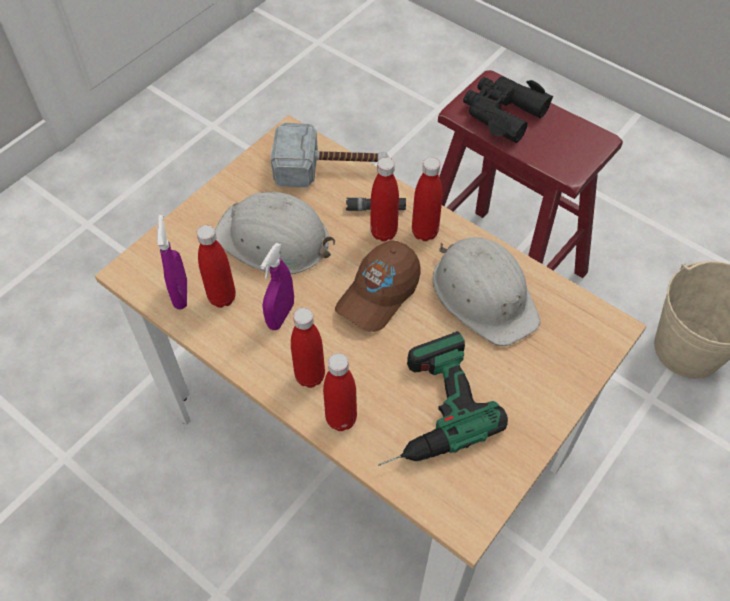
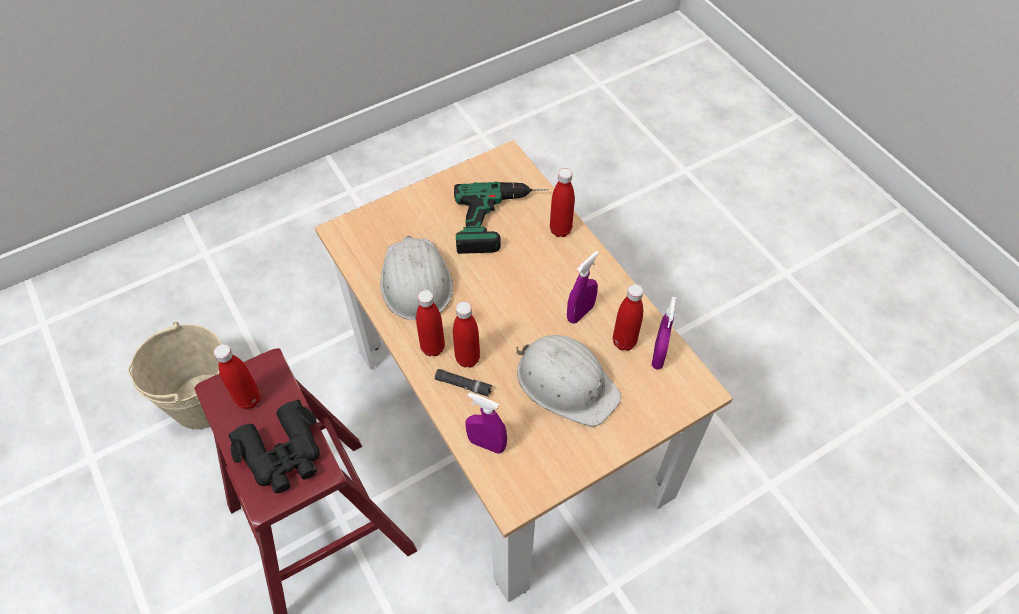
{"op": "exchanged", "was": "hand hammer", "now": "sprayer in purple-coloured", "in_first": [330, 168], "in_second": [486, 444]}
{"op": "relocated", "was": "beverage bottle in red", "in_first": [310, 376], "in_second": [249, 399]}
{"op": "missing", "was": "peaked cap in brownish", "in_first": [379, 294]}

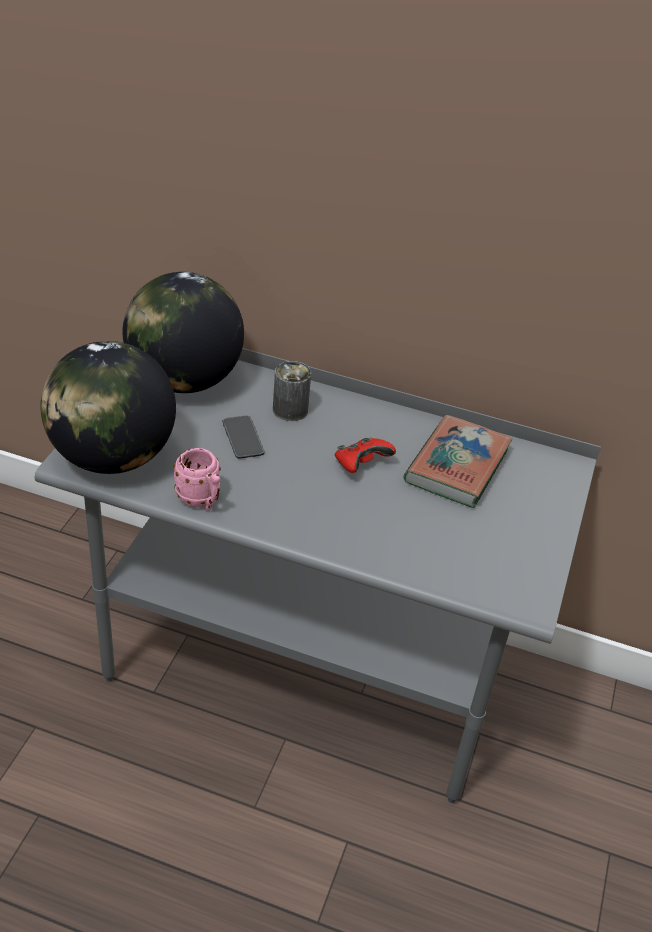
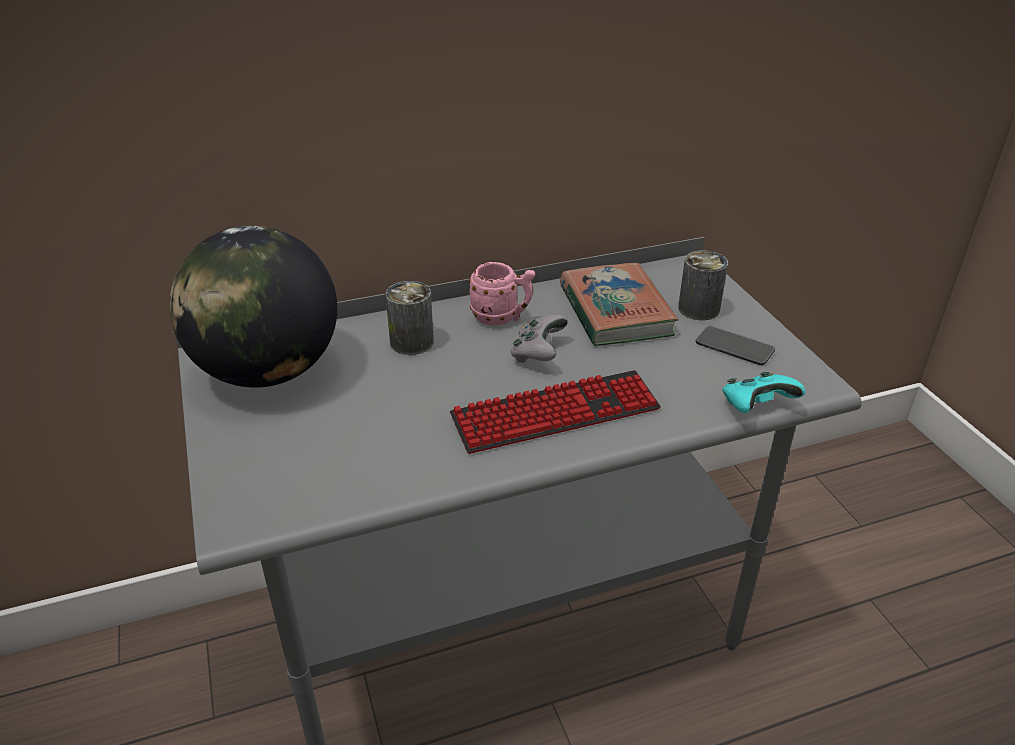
{"op": "missing", "was": "globe", "in_first": [112, 457]}
{"op": "relocated", "was": "tea mug in pinkish", "in_first": [201, 501], "in_second": [502, 318]}
{"op": "relocated", "was": "telephone", "in_first": [243, 438], "in_second": [734, 347]}
{"op": "colour", "was": "gamepad in red", "now": "gamepad in gray", "in_first": [361, 465], "in_second": [538, 354]}
{"op": "appeared", "now": "keyboard", "in_second": [555, 414]}
{"op": "appeared", "now": "sealed can", "in_second": [698, 309]}
{"op": "appeared", "now": "gamepad in turquoise", "in_second": [756, 407]}

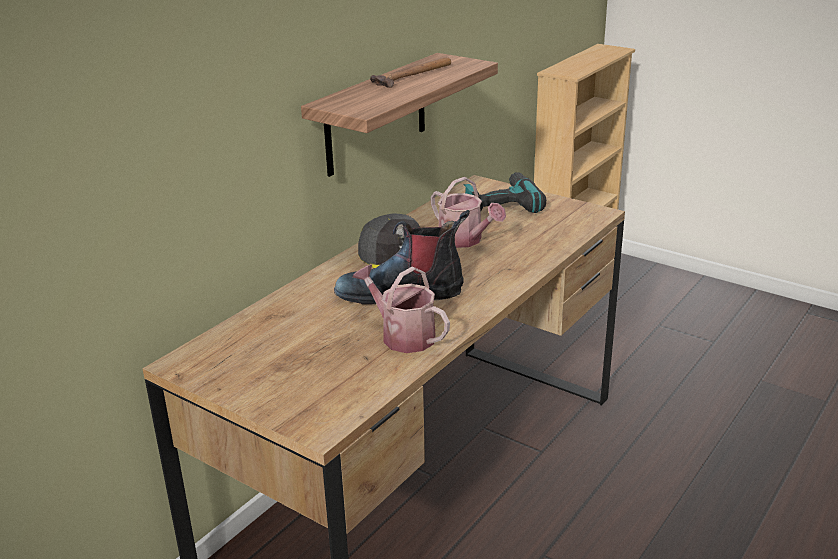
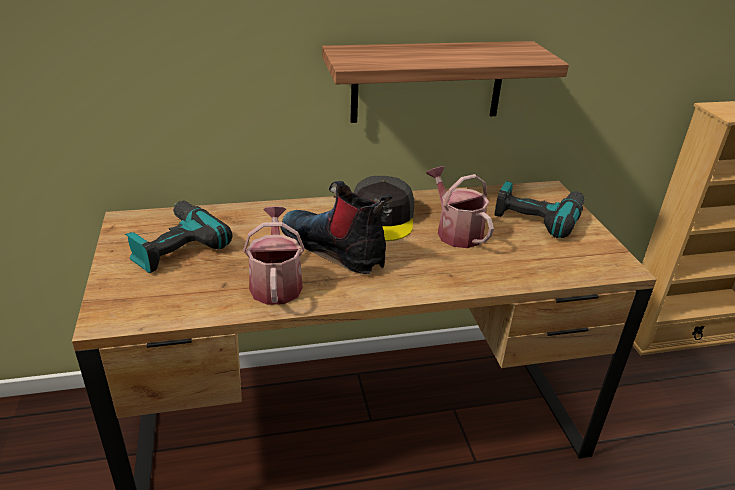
{"op": "missing", "was": "hand hammer", "in_first": [414, 75]}
{"op": "spun", "was": "watering pot", "in_first": [465, 240], "in_second": [455, 231], "clockwise": 150}
{"op": "appeared", "now": "electric drill", "in_second": [175, 246]}

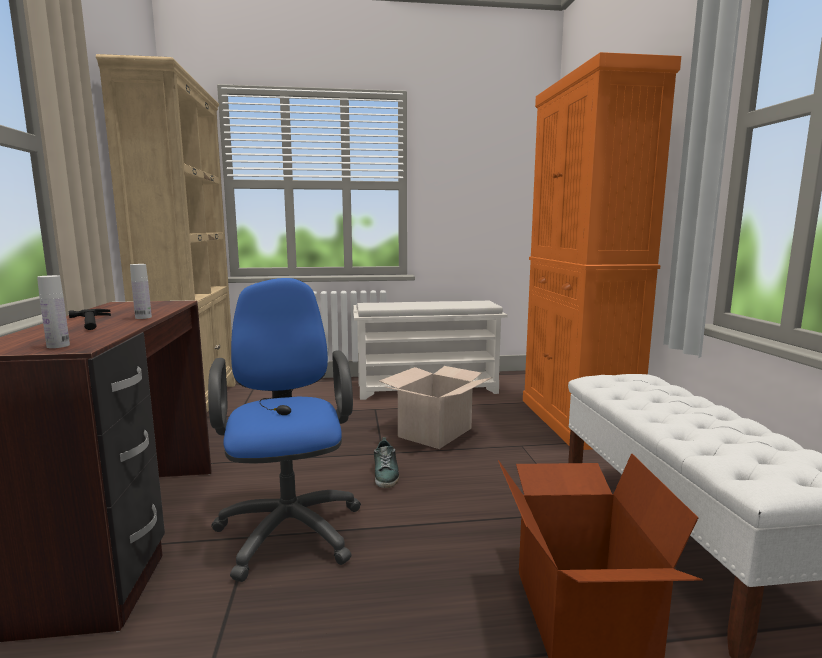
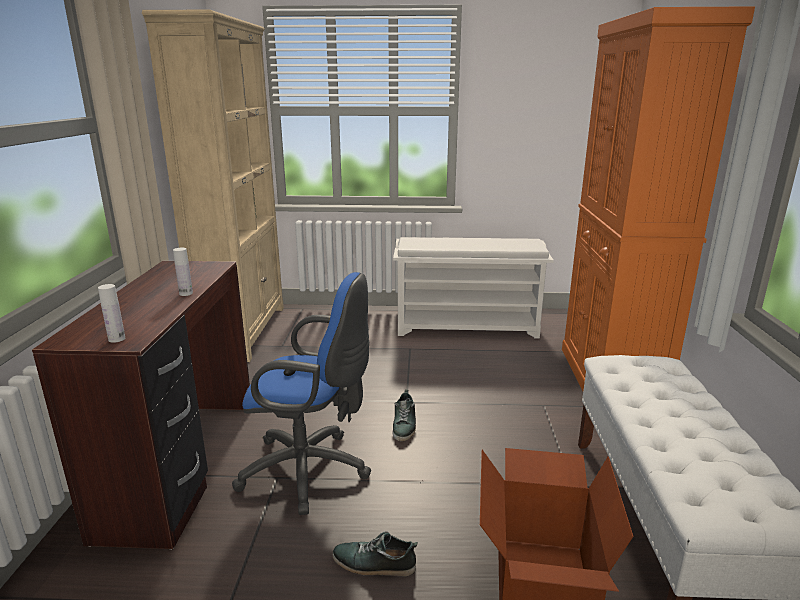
{"op": "missing", "was": "hand hammer", "in_first": [91, 322]}
{"op": "spun", "was": "computer chair in blue", "in_first": [290, 526], "in_second": [311, 471], "clockwise": 105}
{"op": "missing", "was": "carton", "in_first": [435, 433]}
{"op": "appeared", "now": "shoe", "in_second": [374, 564]}

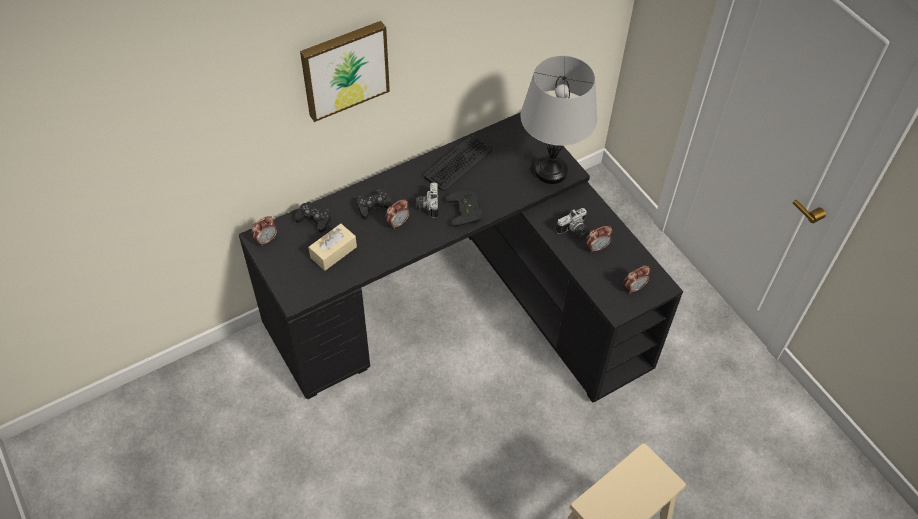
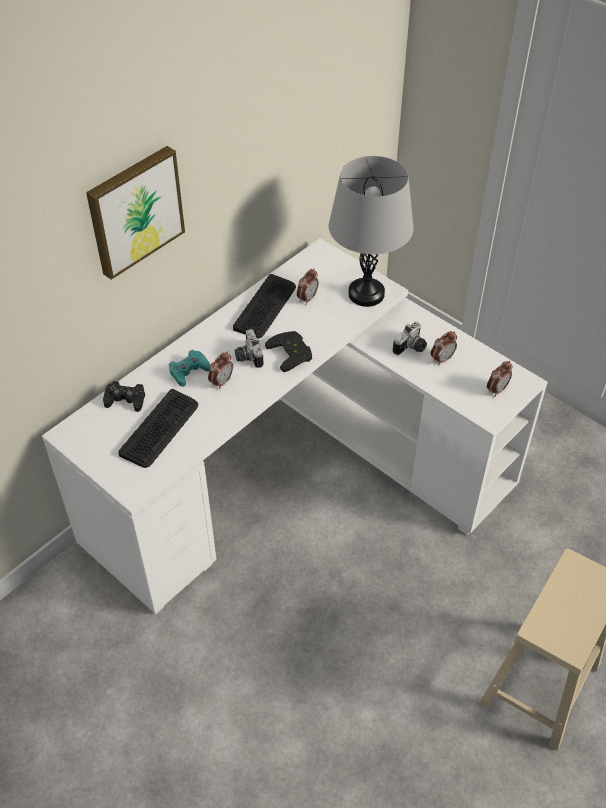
{"op": "colour", "was": "desk in black", "now": "desk in white-coloured", "in_first": [463, 307], "in_second": [295, 472]}
{"op": "relocated", "was": "table clock", "in_first": [266, 240], "in_second": [307, 298]}
{"op": "exchanged", "was": "box of tissues in beige", "now": "keyboard", "in_first": [333, 252], "in_second": [160, 429]}
{"op": "colour", "was": "gamepad in black", "now": "gamepad in turquoise", "in_first": [374, 206], "in_second": [189, 371]}

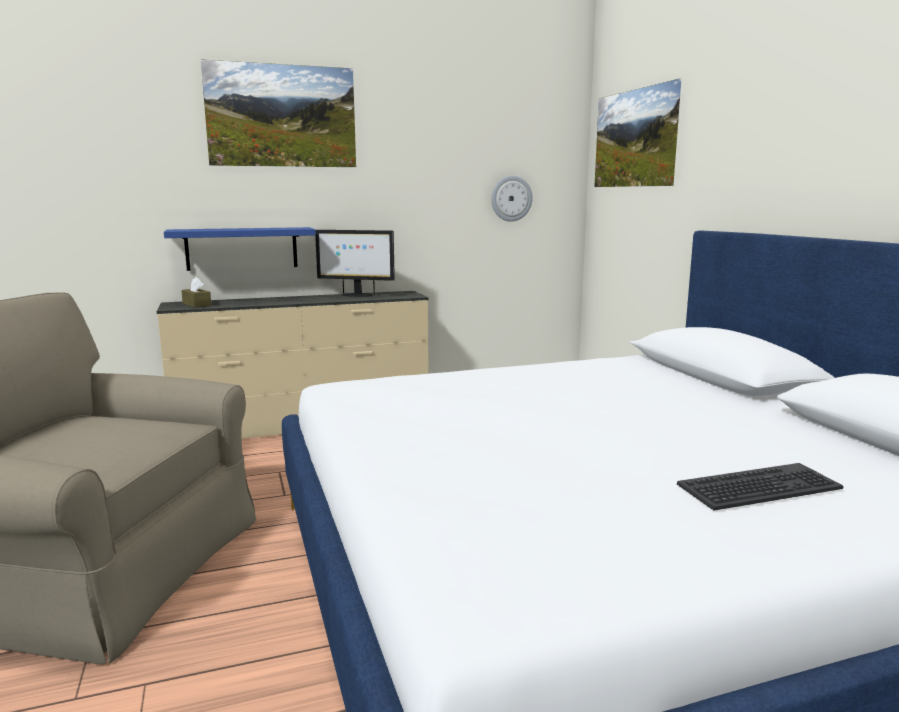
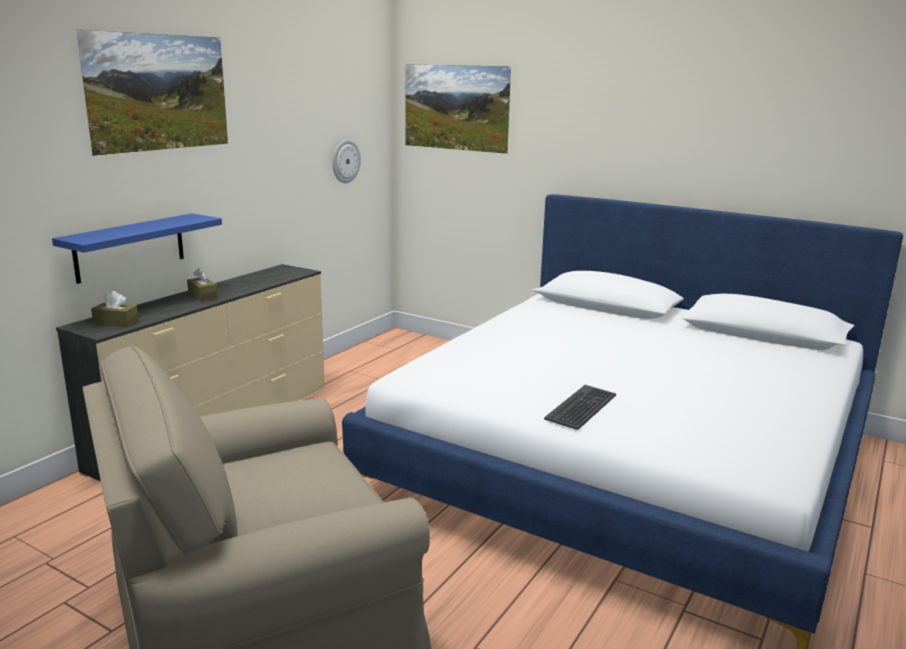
{"op": "missing", "was": "monitor", "in_first": [356, 295]}
{"op": "relocated", "was": "keyboard", "in_first": [760, 488], "in_second": [582, 407]}
{"op": "appeared", "now": "box of tissues in brownish", "in_second": [203, 295]}

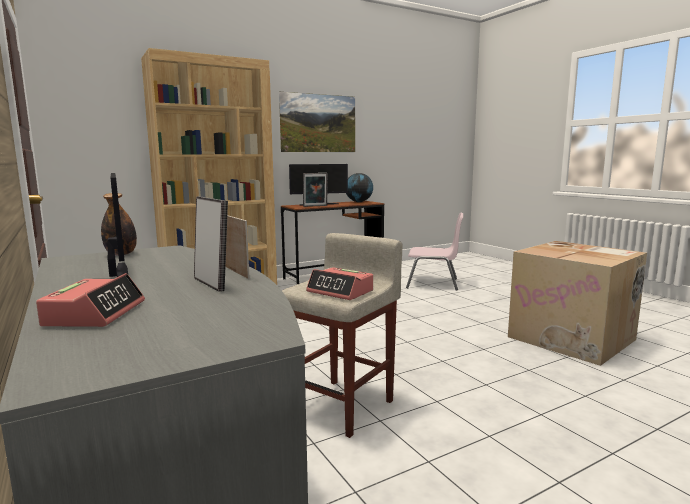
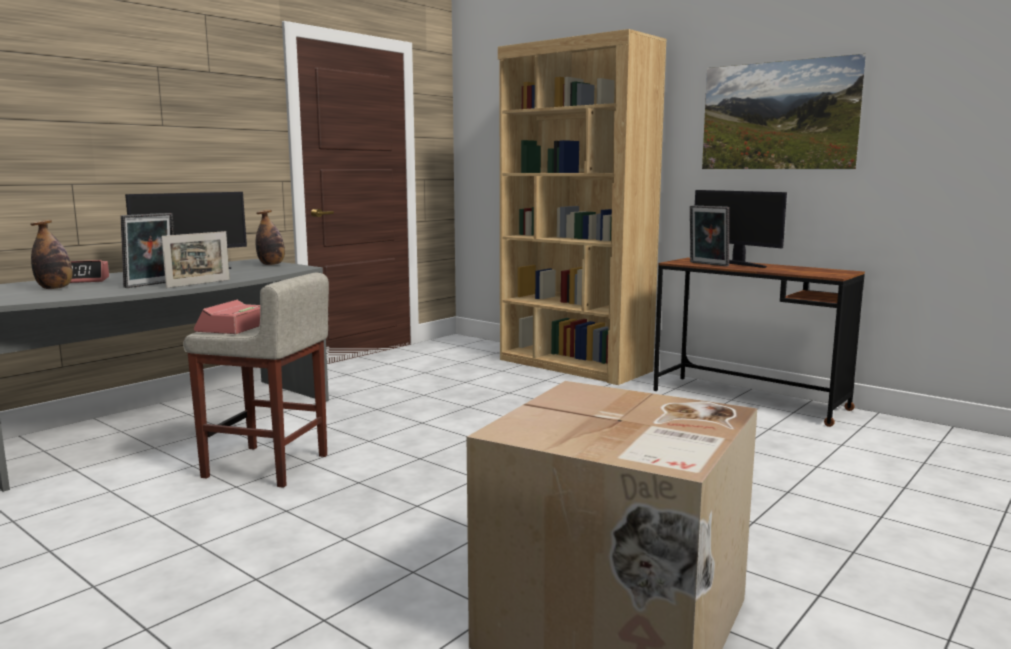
{"op": "missing", "was": "globe", "in_first": [359, 202]}
{"op": "missing", "was": "upright chair in pinkish", "in_first": [433, 283]}
{"op": "appeared", "now": "beverage bottle", "in_second": [55, 288]}

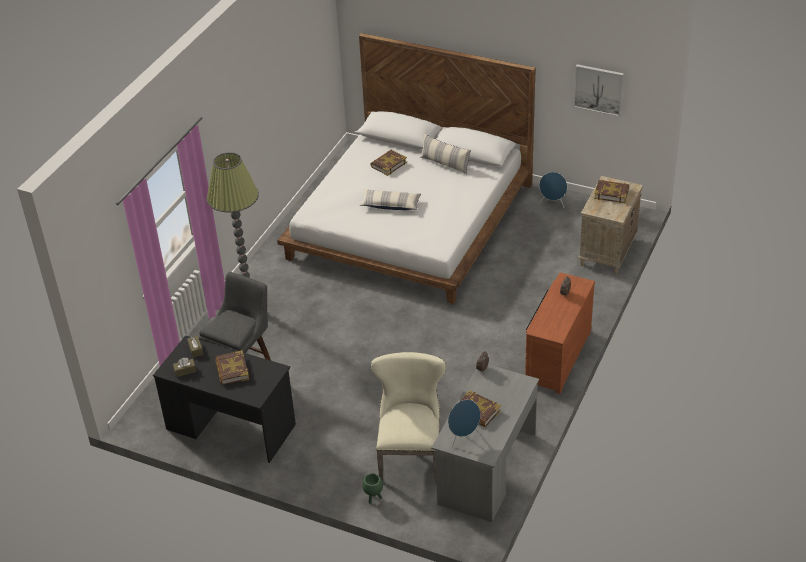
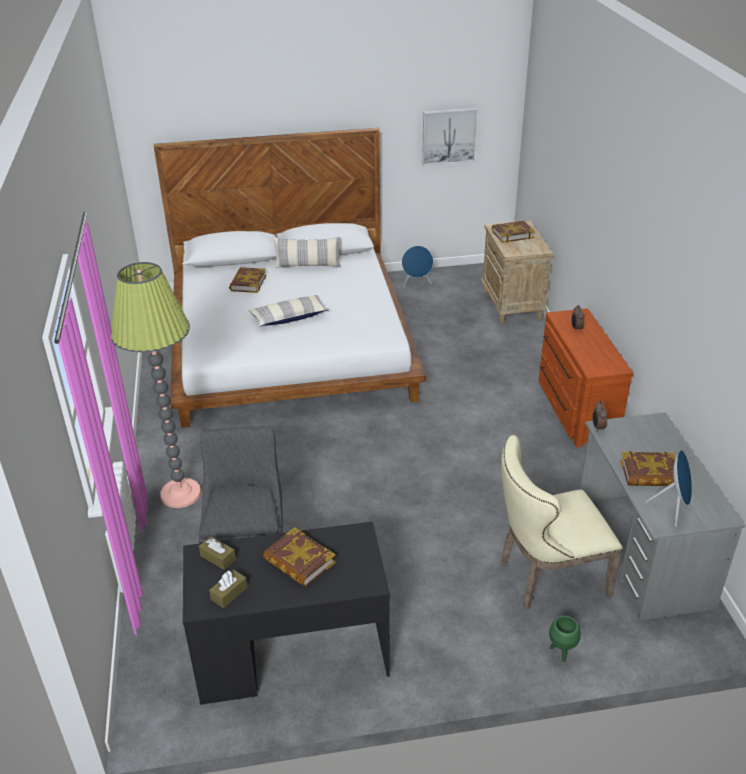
{"op": "spun", "was": "upright chair in beige", "in_first": [411, 455], "in_second": [546, 577], "clockwise": -75}

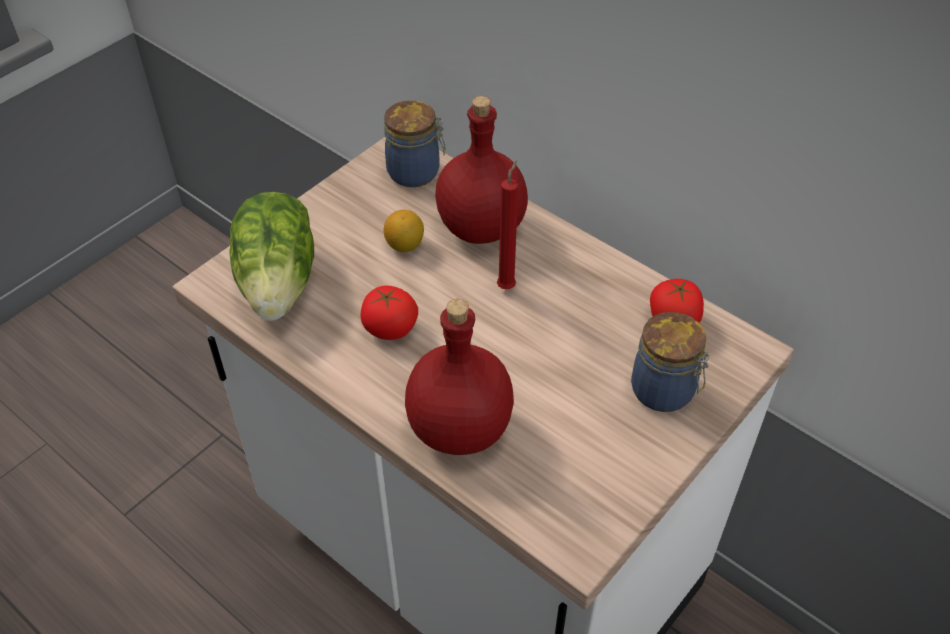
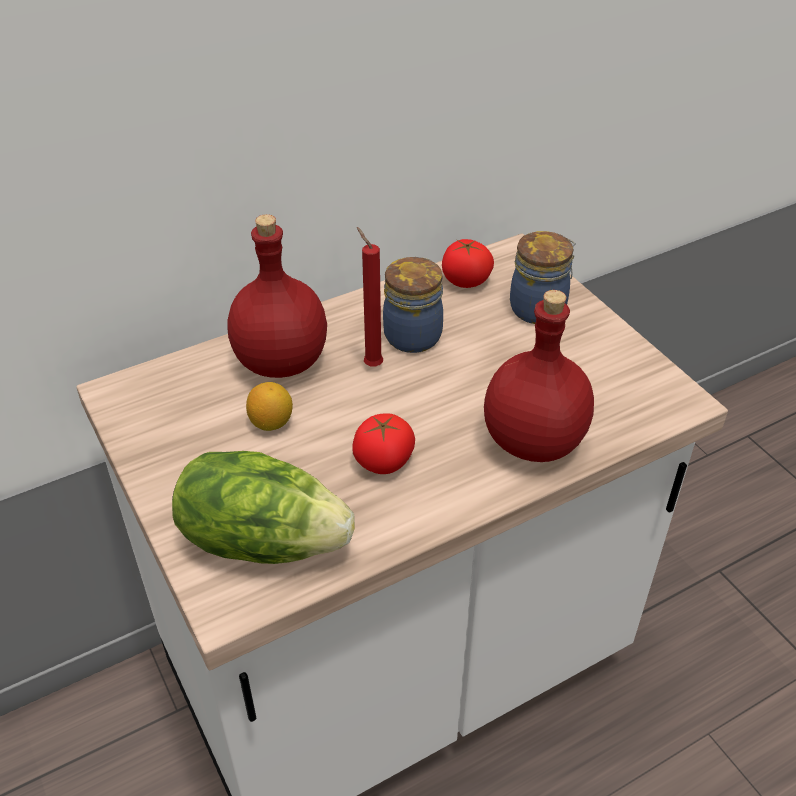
{"op": "relocated", "was": "storage jar", "in_first": [416, 172], "in_second": [414, 334]}

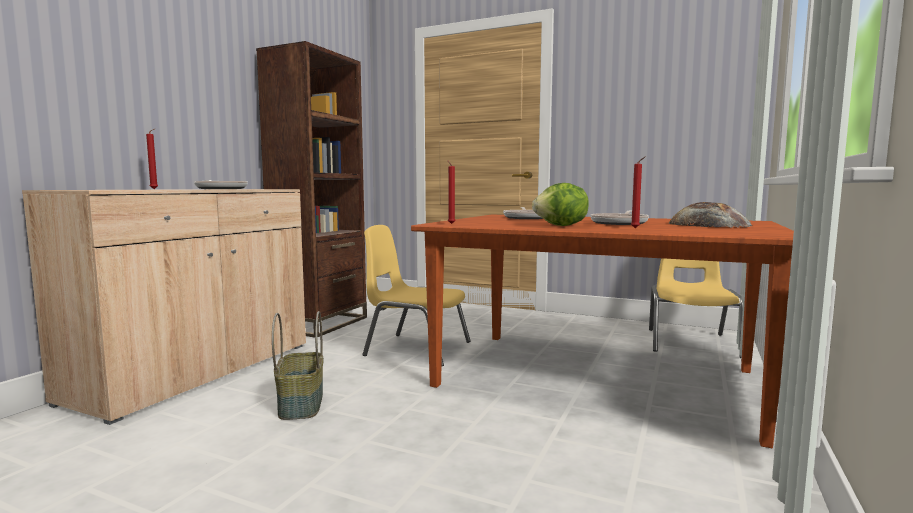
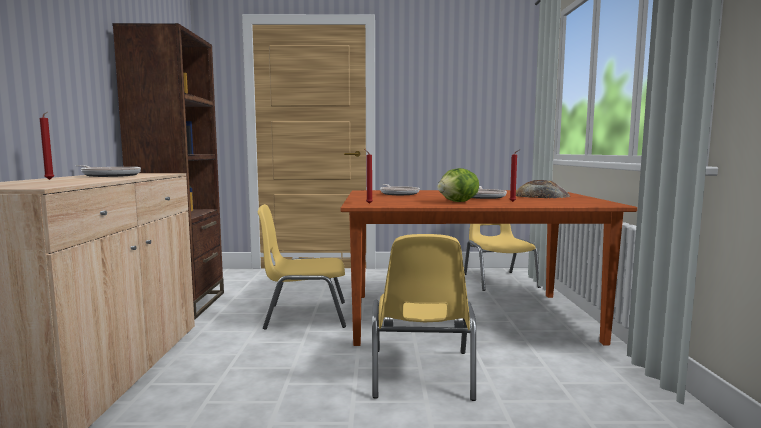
{"op": "missing", "was": "storage basket", "in_first": [300, 404]}
{"op": "appeared", "now": "upright chair in yellowish", "in_second": [421, 374]}

